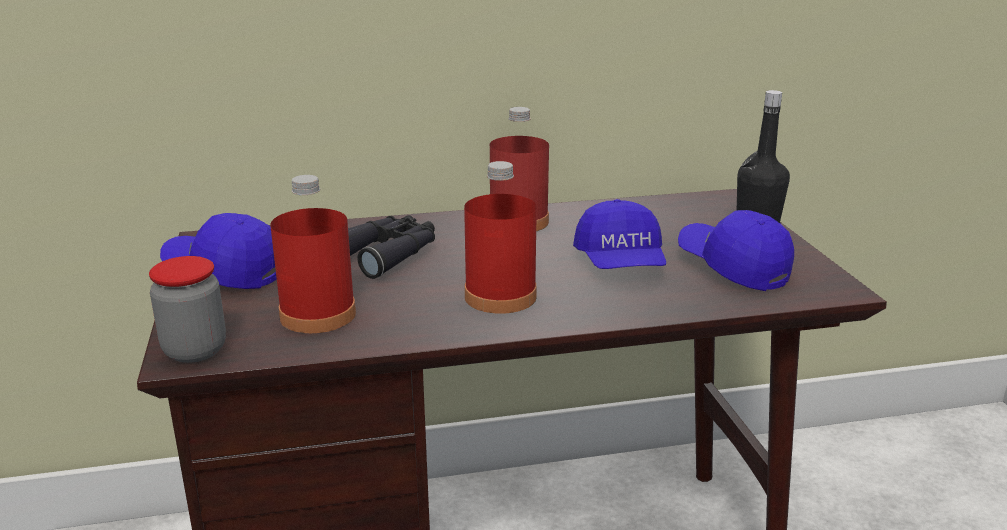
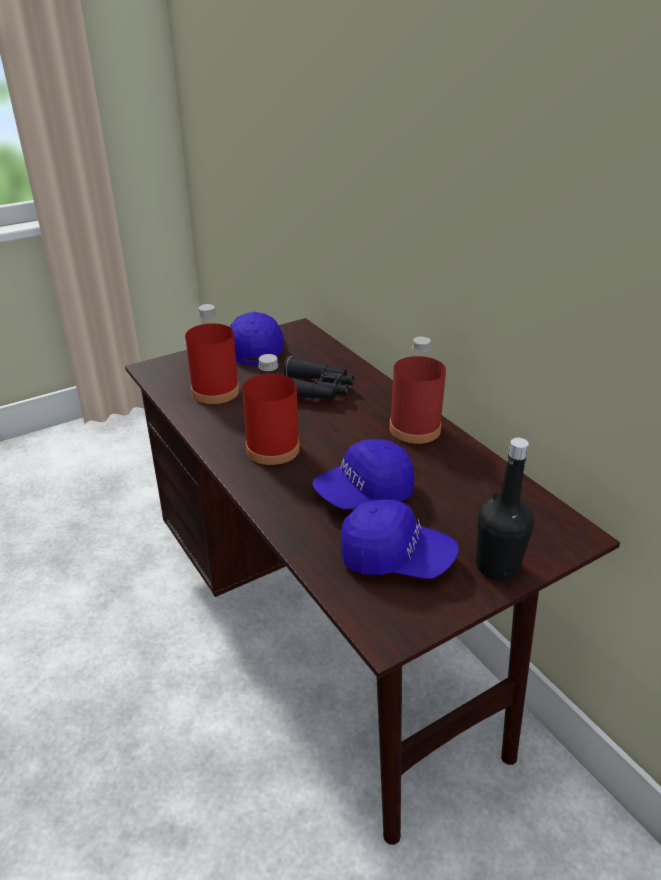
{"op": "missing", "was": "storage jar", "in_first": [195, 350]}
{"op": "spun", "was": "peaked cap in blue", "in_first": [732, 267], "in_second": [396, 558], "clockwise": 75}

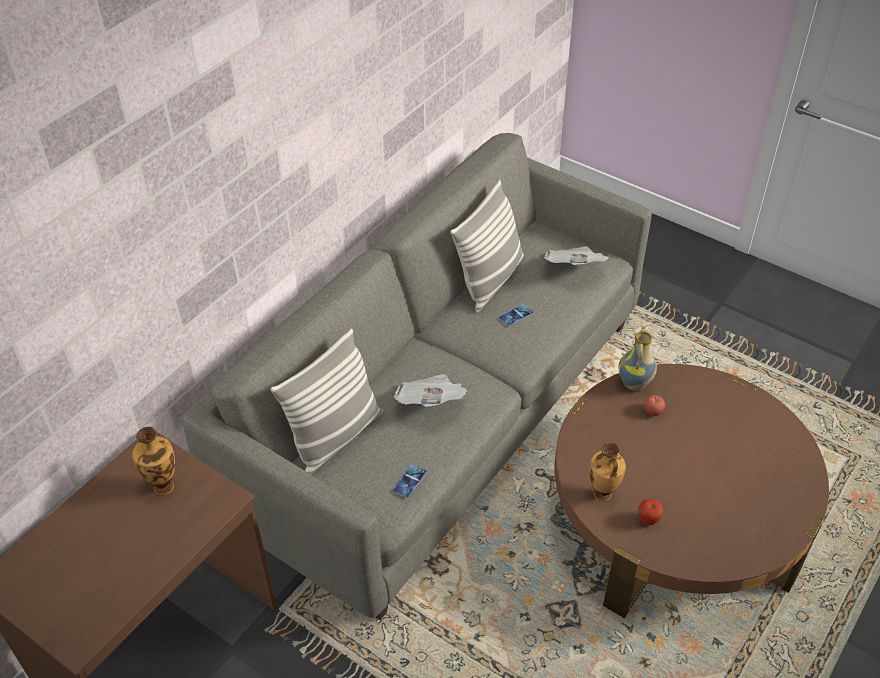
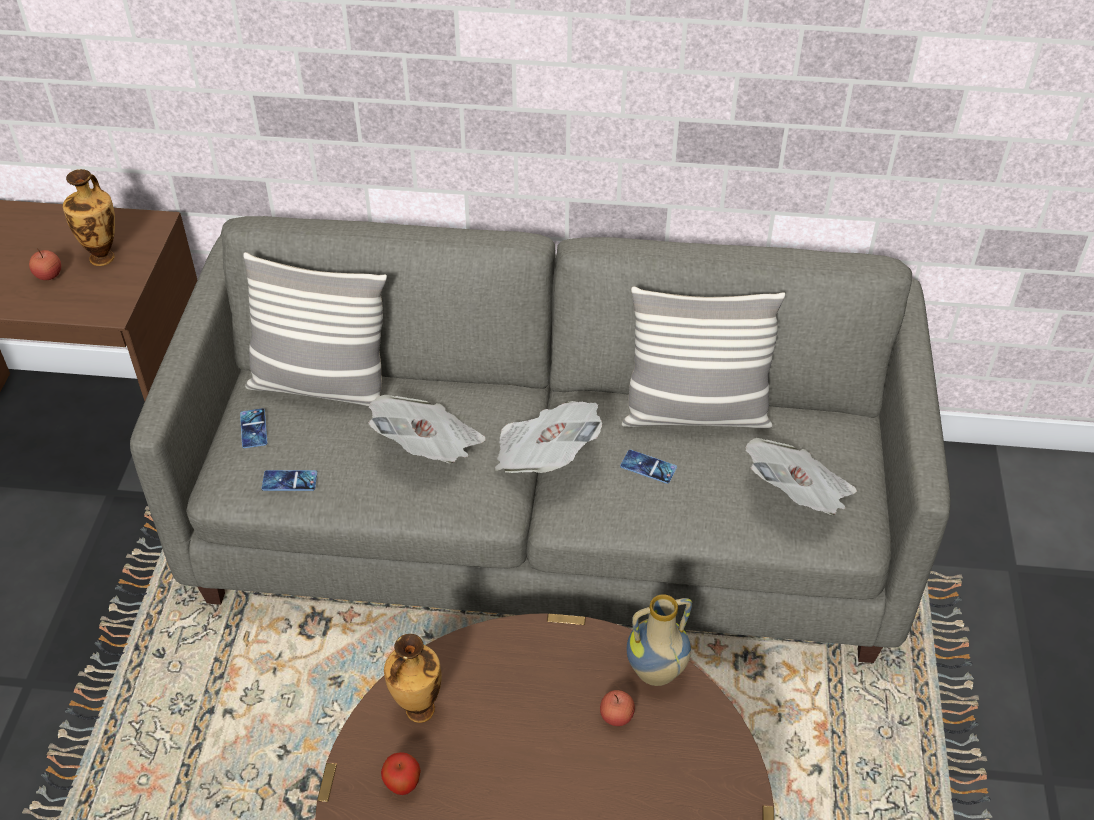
{"op": "appeared", "now": "apple", "in_second": [49, 275]}
{"op": "appeared", "now": "telephone", "in_second": [253, 428]}
{"op": "appeared", "now": "printed paper", "in_second": [545, 456]}

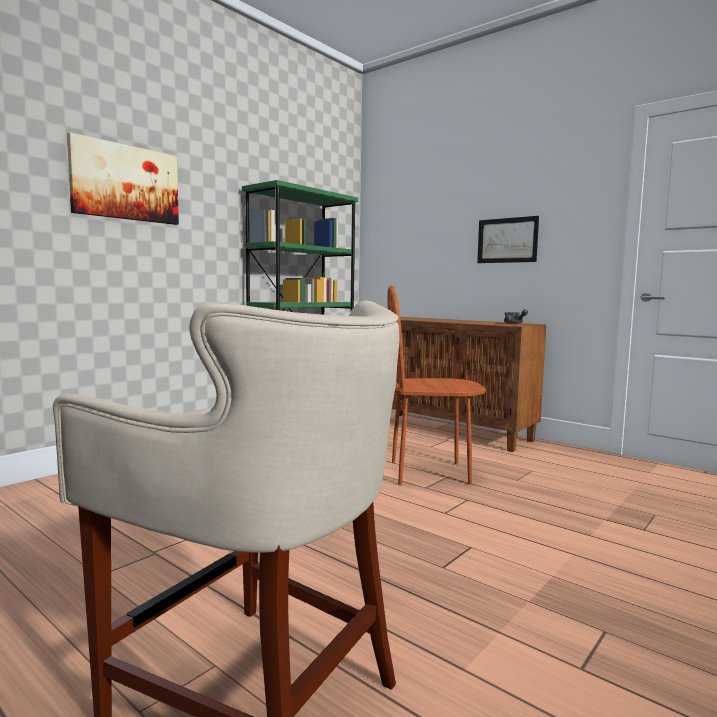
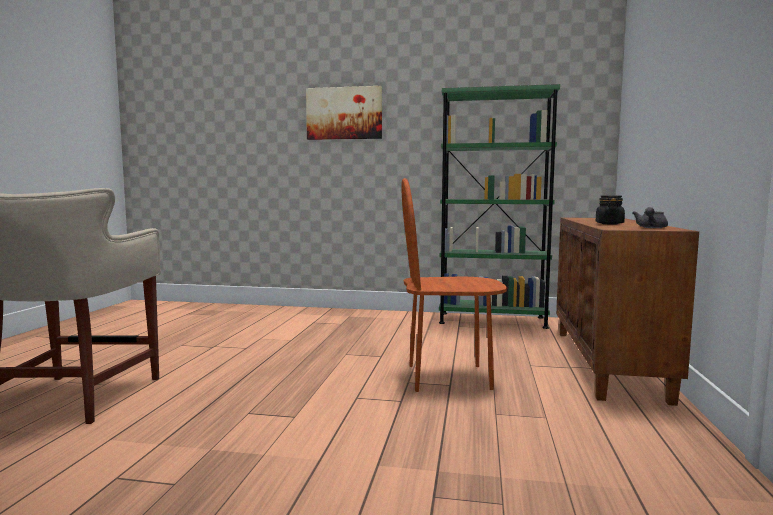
{"op": "spun", "was": "upright chair in brownish", "in_first": [429, 473], "in_second": [448, 377], "clockwise": -60}
{"op": "missing", "was": "wall picture", "in_first": [507, 240]}
{"op": "appeared", "now": "storage jar in black", "in_second": [609, 224]}

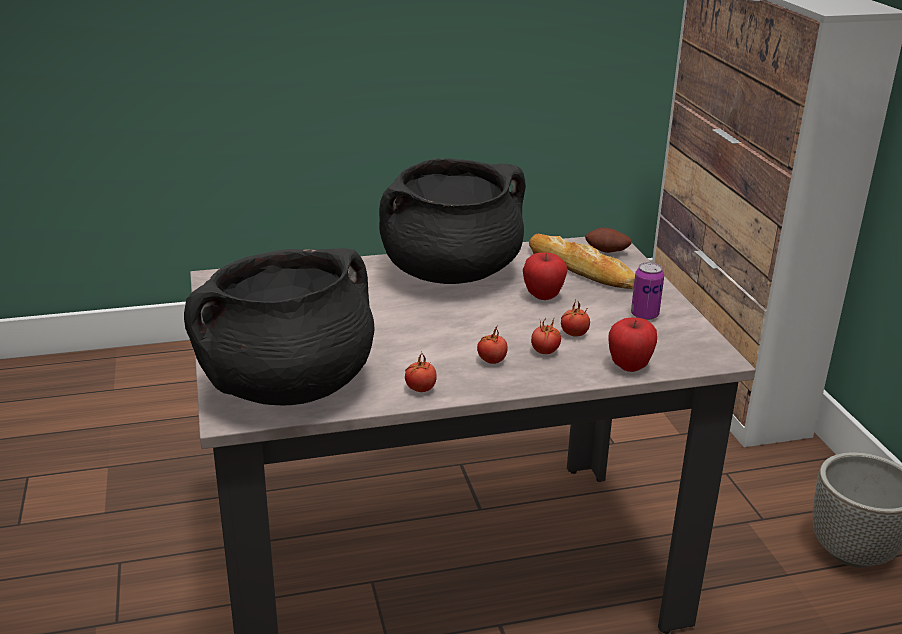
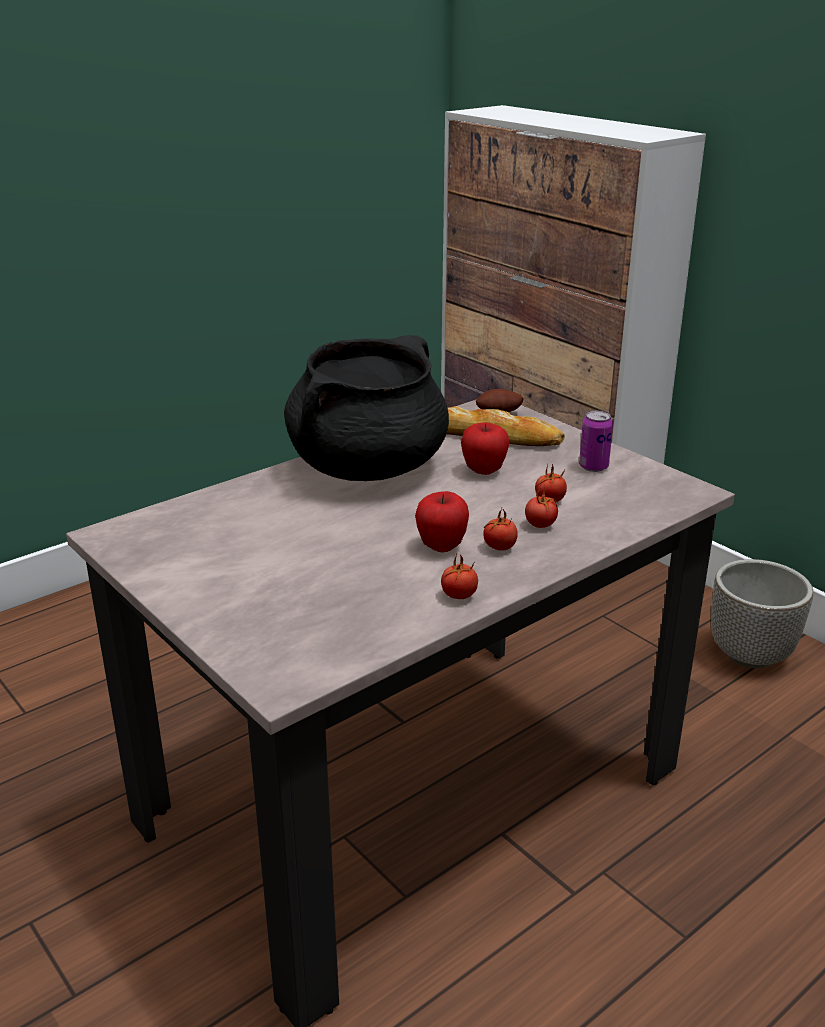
{"op": "missing", "was": "saucepot in black", "in_first": [287, 386]}
{"op": "relocated", "was": "apple", "in_first": [629, 366], "in_second": [441, 547]}

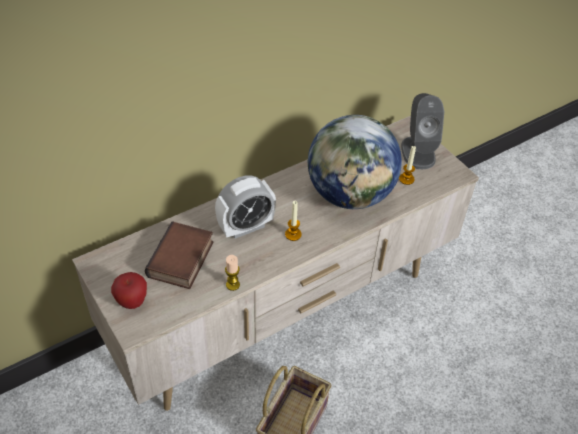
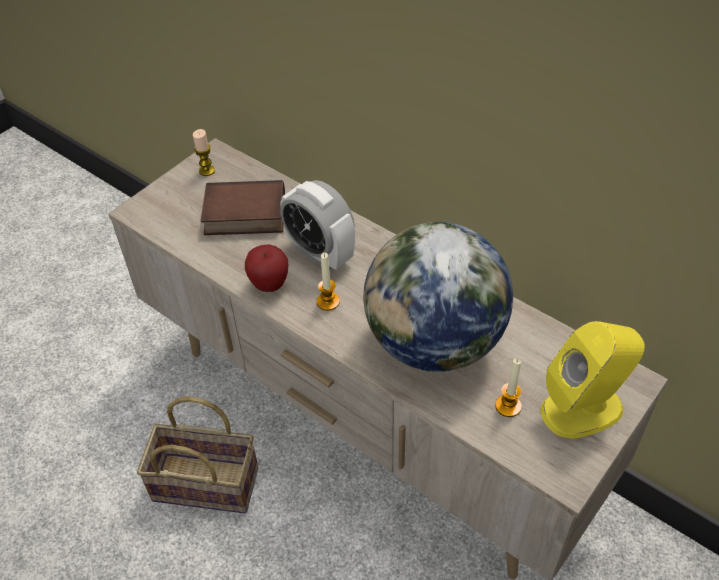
{"op": "relocated", "was": "apple", "in_first": [132, 302], "in_second": [269, 285]}
{"op": "relocated", "was": "candle", "in_first": [232, 285], "in_second": [207, 171]}
{"op": "colour", "was": "audio speaker in gray", "now": "audio speaker in yellowish", "in_first": [418, 152], "in_second": [583, 409]}

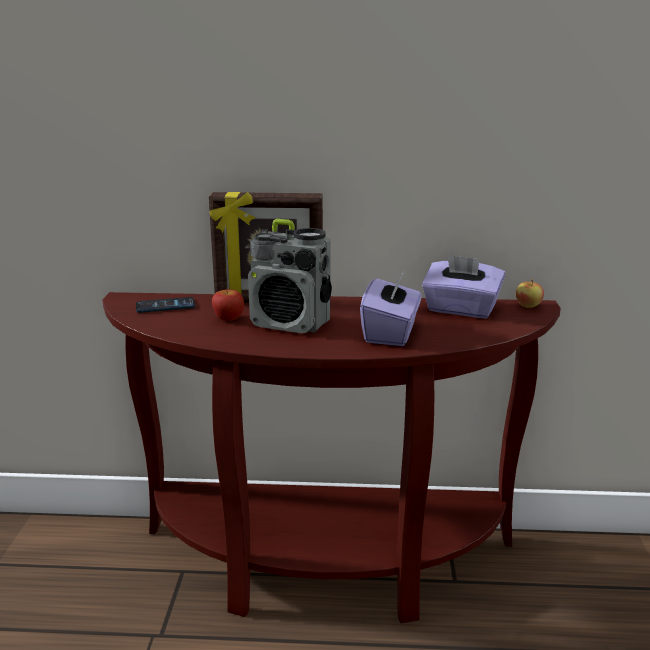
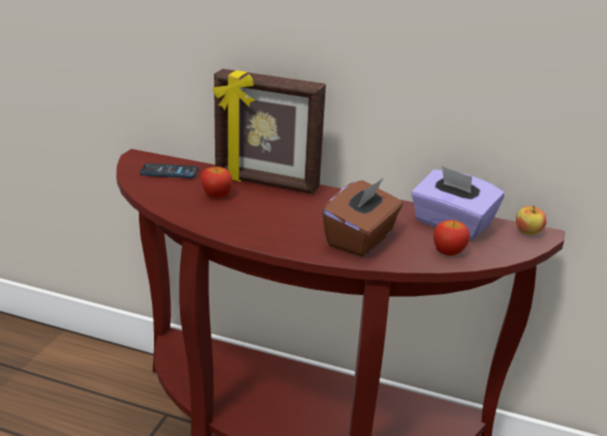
{"op": "missing", "was": "radio receiver", "in_first": [291, 324]}
{"op": "colour", "was": "box of tissues in purple-coloured", "now": "box of tissues in brownish", "in_first": [391, 333], "in_second": [361, 239]}
{"op": "appeared", "now": "apple", "in_second": [448, 252]}

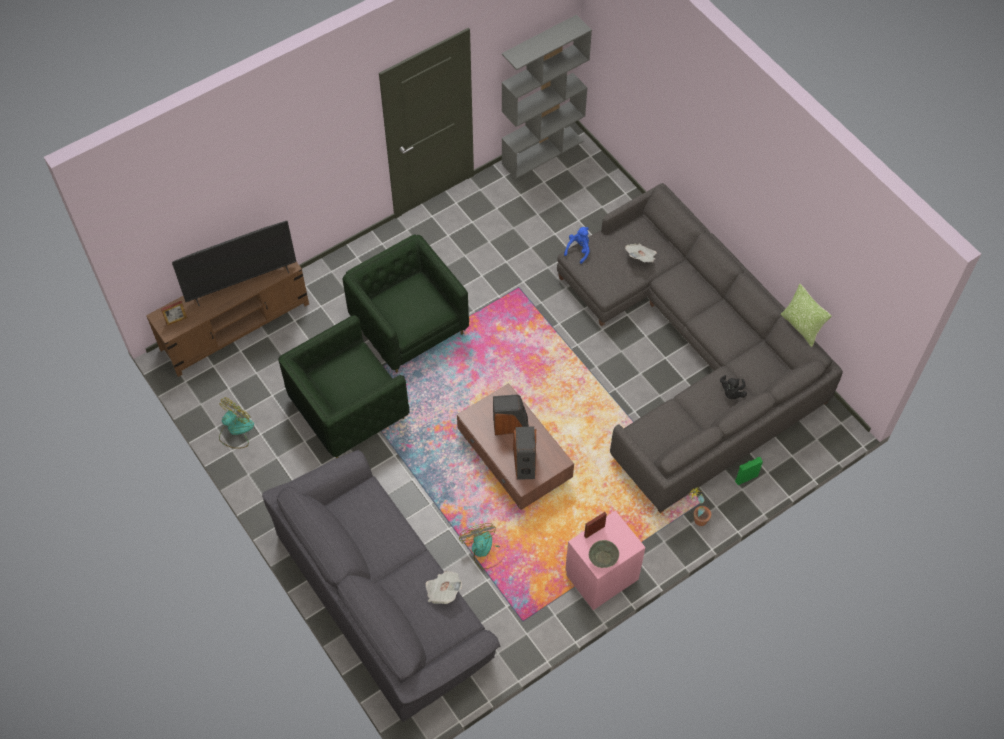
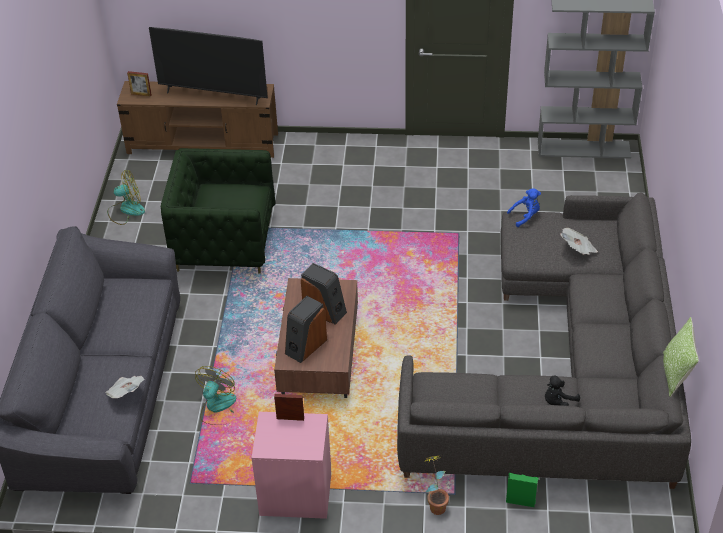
{"op": "missing", "was": "easy chair in green-coloured", "in_first": [409, 326]}
{"op": "missing", "was": "bowl in gray", "in_first": [603, 559]}

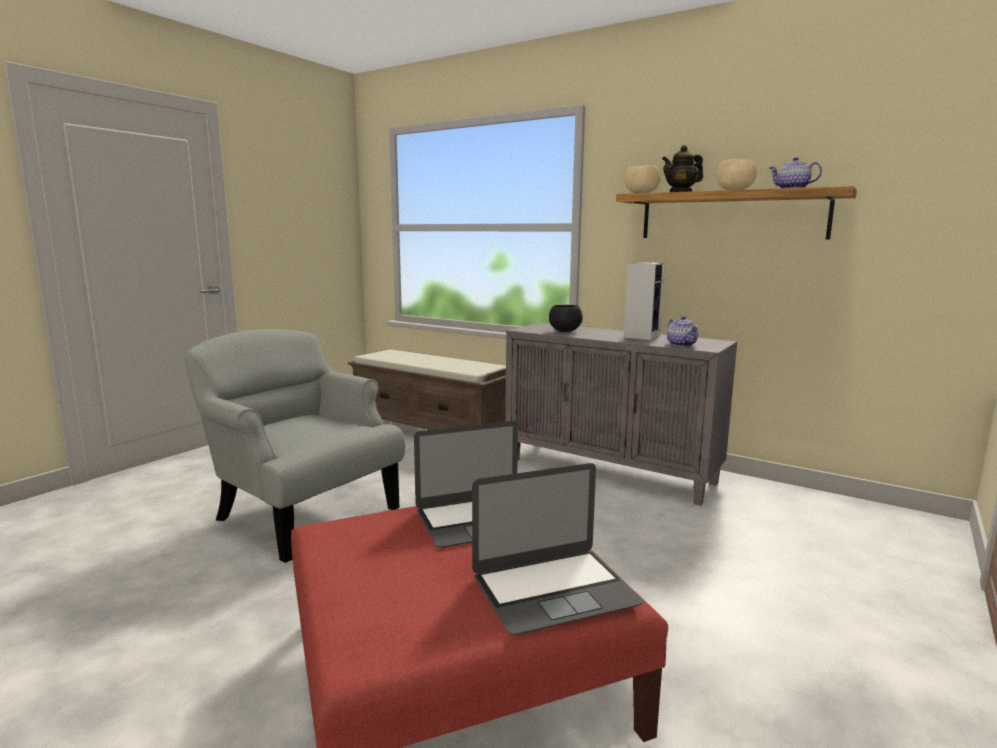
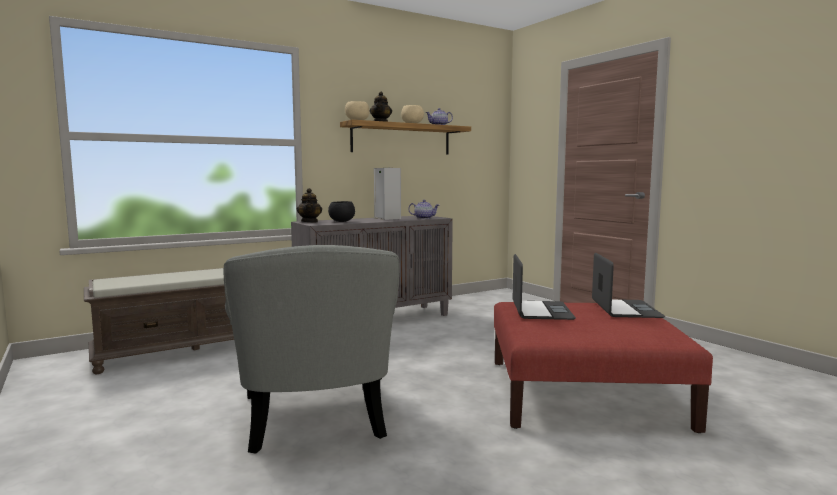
{"op": "spun", "was": "easy chair in gray", "in_first": [303, 513], "in_second": [315, 416], "clockwise": -75}
{"op": "appeared", "now": "teapot", "in_second": [310, 222]}

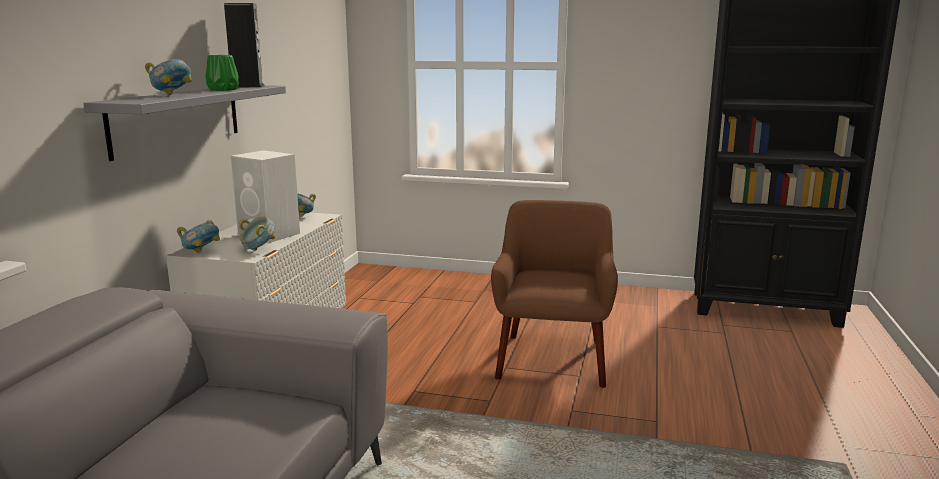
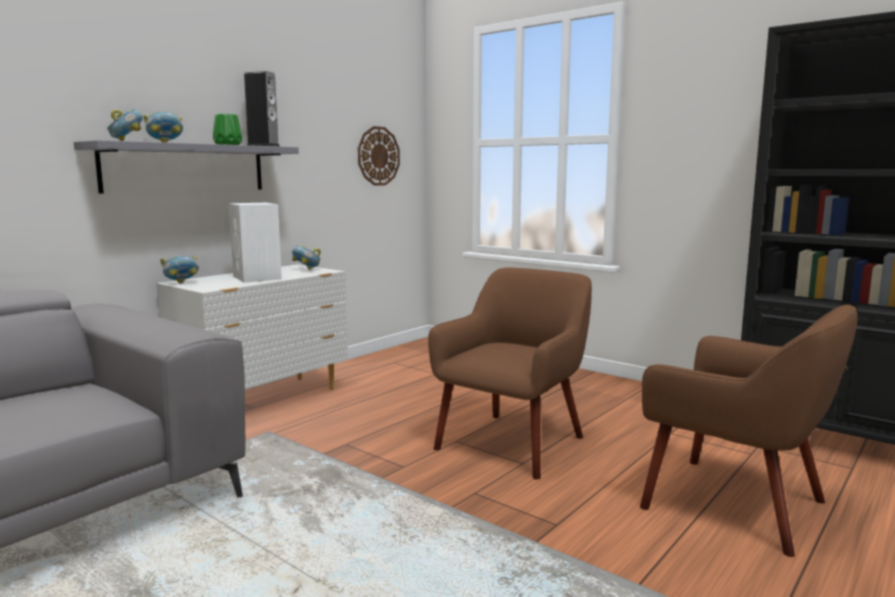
{"op": "relocated", "was": "bowl", "in_first": [258, 249], "in_second": [126, 141]}
{"op": "appeared", "now": "wall clock", "in_second": [378, 156]}
{"op": "appeared", "now": "easy chair in brownish", "in_second": [737, 504]}

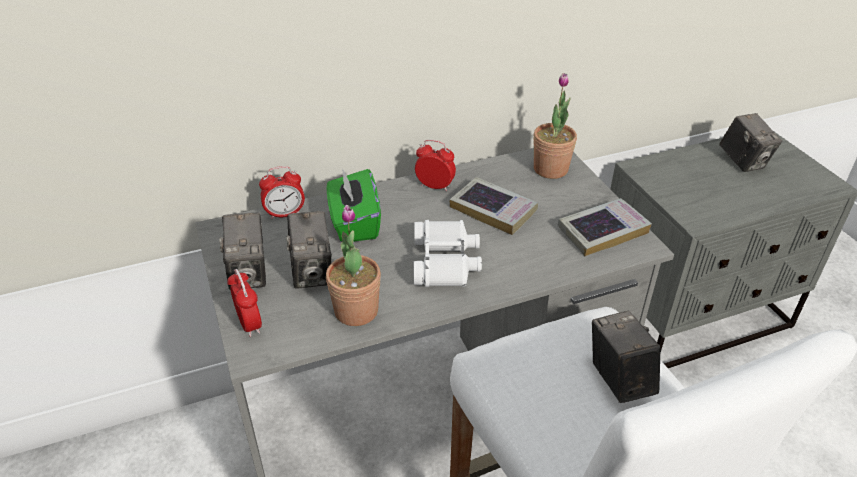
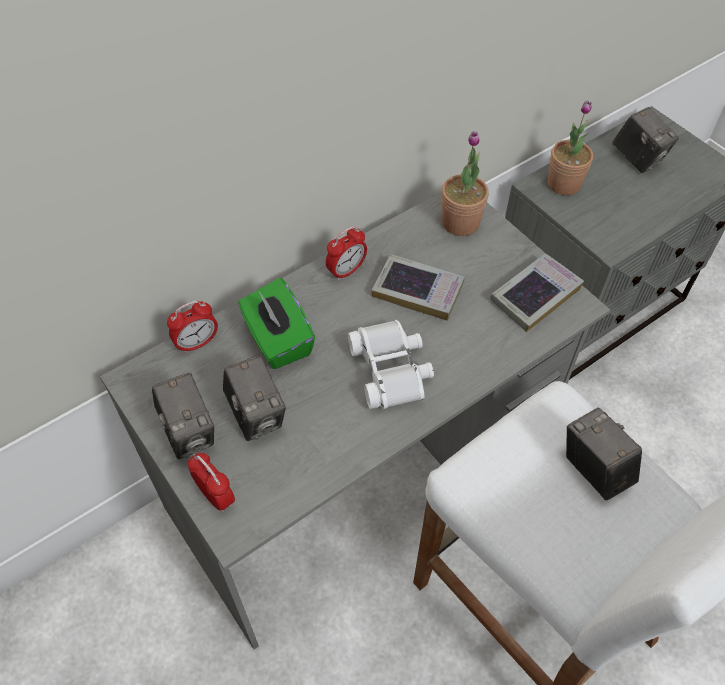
{"op": "relocated", "was": "houseplant", "in_first": [356, 311], "in_second": [563, 184]}
{"op": "spun", "was": "table clock", "in_first": [434, 186], "in_second": [346, 271], "clockwise": 135}

